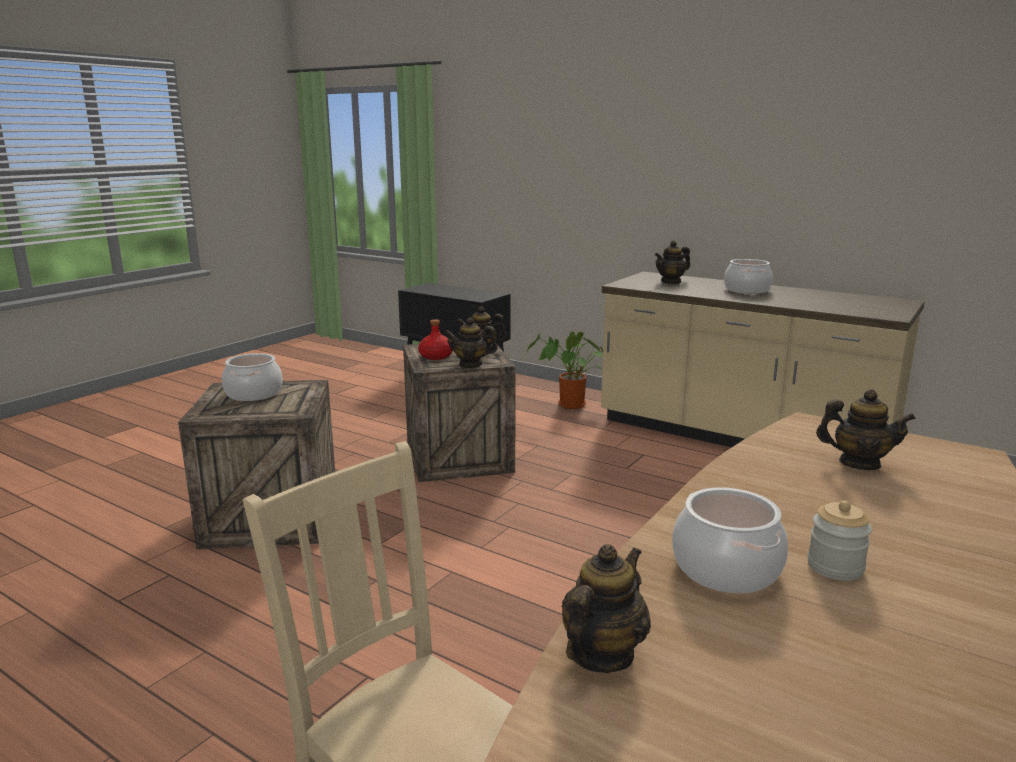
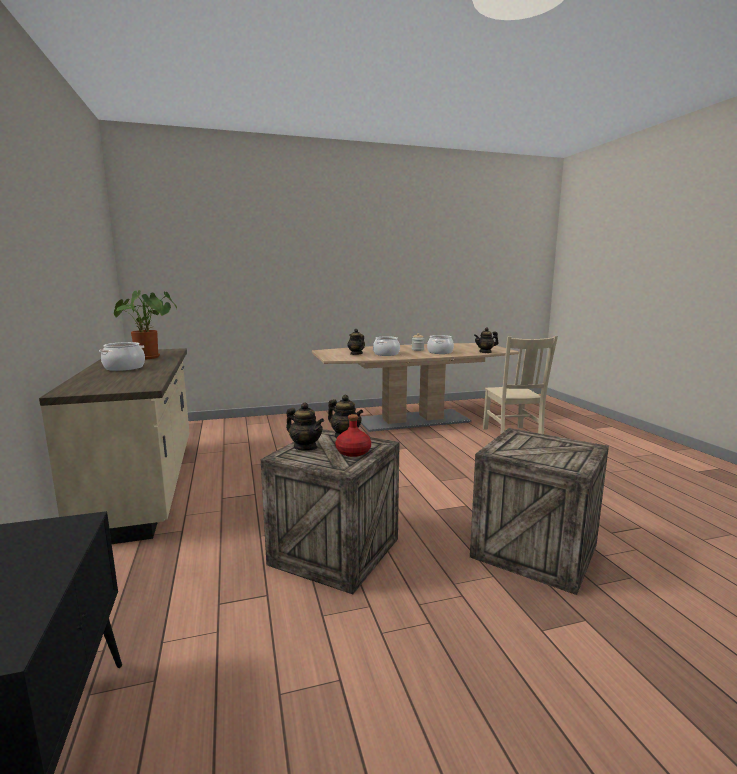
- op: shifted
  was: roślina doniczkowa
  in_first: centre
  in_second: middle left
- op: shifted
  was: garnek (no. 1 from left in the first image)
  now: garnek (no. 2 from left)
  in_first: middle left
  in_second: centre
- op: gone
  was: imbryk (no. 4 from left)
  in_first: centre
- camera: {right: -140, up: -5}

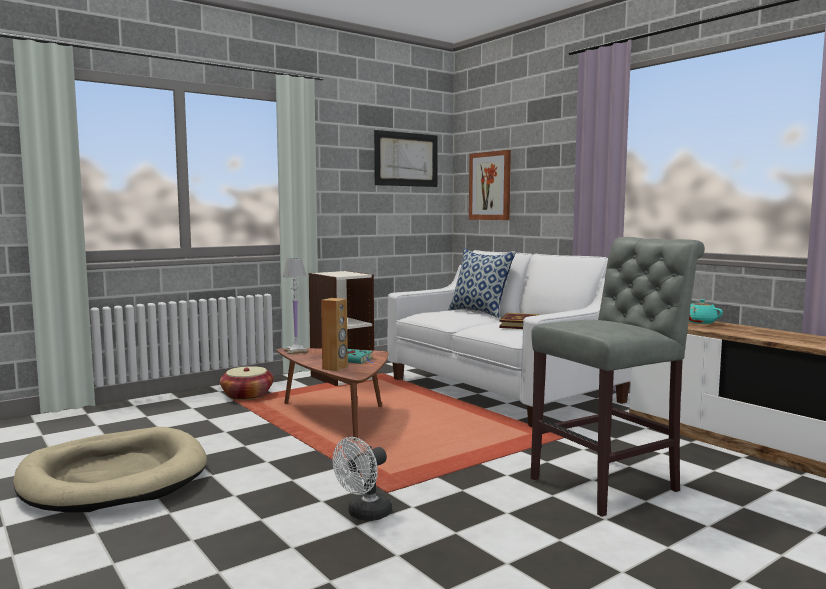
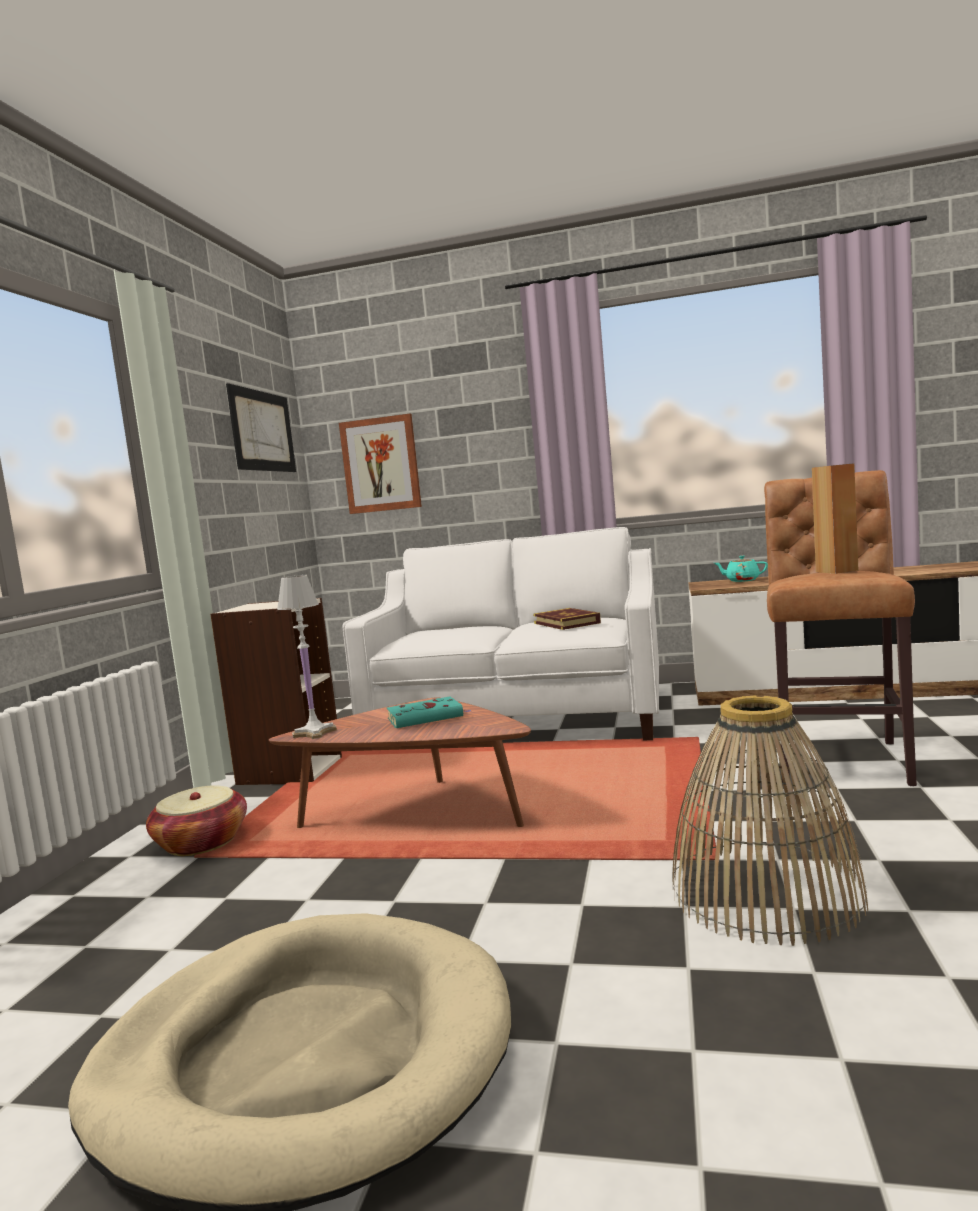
- op: swapped
  was: wentylator [biały]
  now: koszyk (no. 2 from left)
  in_first: bottom centre
  in_second: bottom right
- op: repainted
  was: stołek [szary]
  now: stołek [brązowy]
  in_first: middle right
  in_second: middle right
- op: shifted
  was: głośnik [brązowy]
  in_first: centre
  in_second: middle right
- op: gone
  was: poduszka
  in_first: centre
- camera: {right: -40, up: 0}

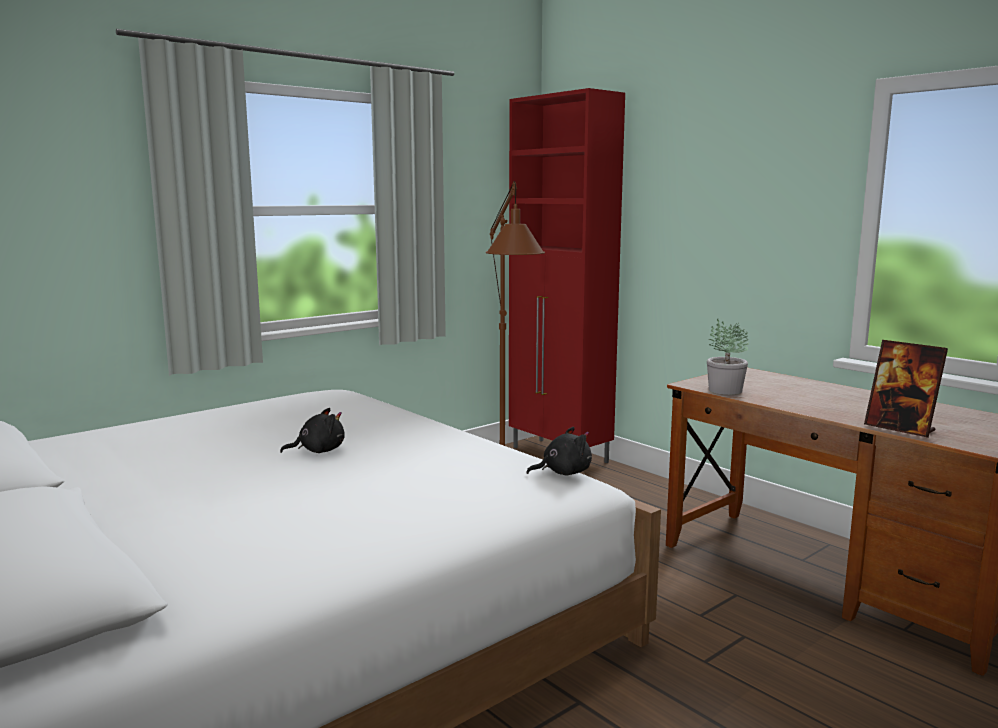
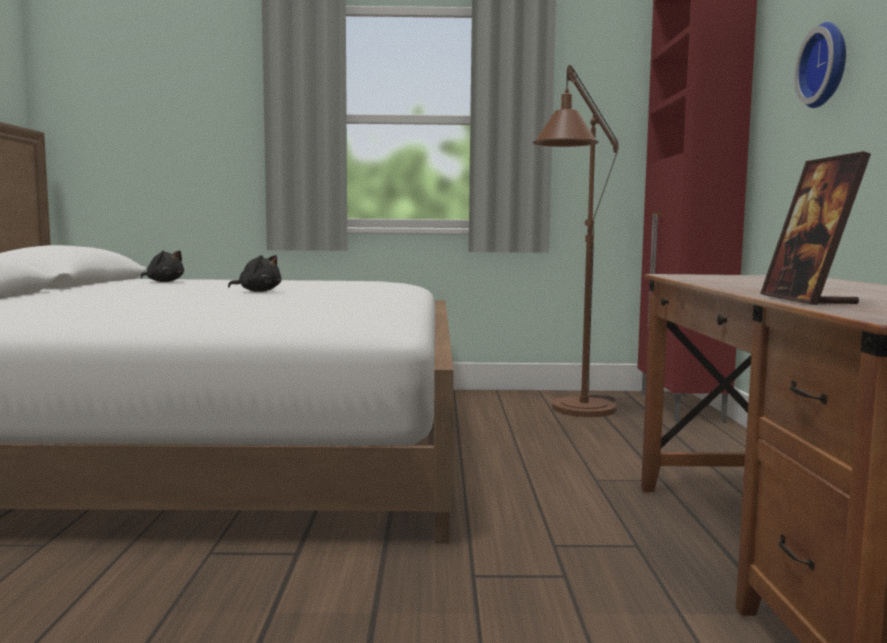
- op: shifted
  was: pluszak [czarny] (no. 2 from left in the first image)
  now: pluszak [czarny] (no. 1 from left)
  in_first: centre
  in_second: middle left
- op: new
  now: zegar ścienny
  in_second: top right
- op: gone
  was: roślina doniczkowa
  in_first: middle right
- camera: {right: 40, up: -5}

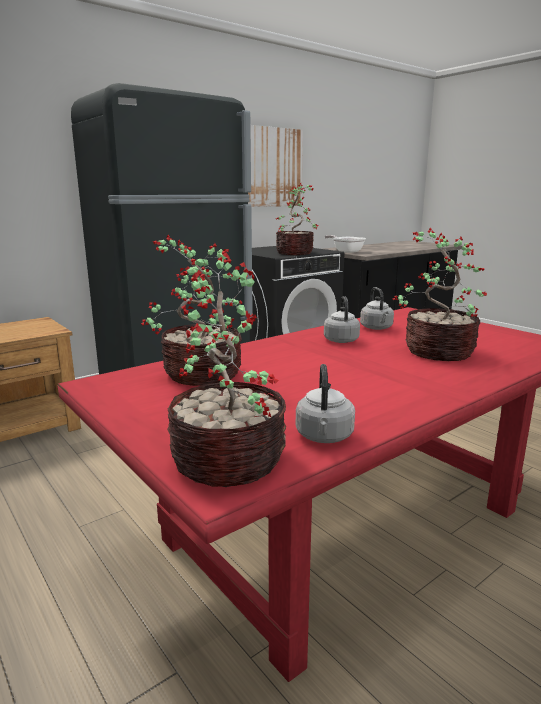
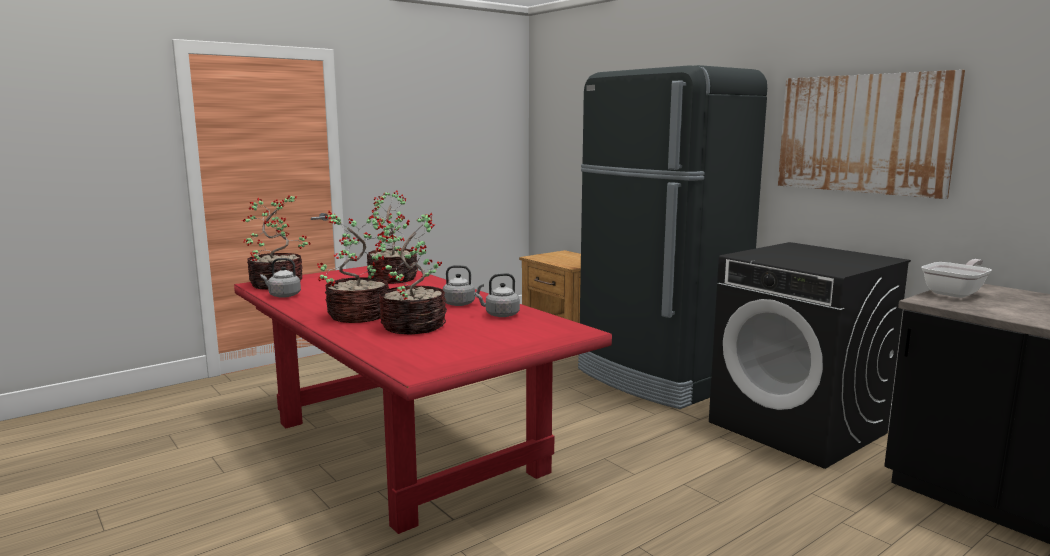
- op: shifted
  was: roślina doniczkowa (no. 3 from left in the first image)
  now: roślina doniczkowa (no. 2 from left)
  in_first: top centre
  in_second: centre
- camera: {right: 90, up: -5}

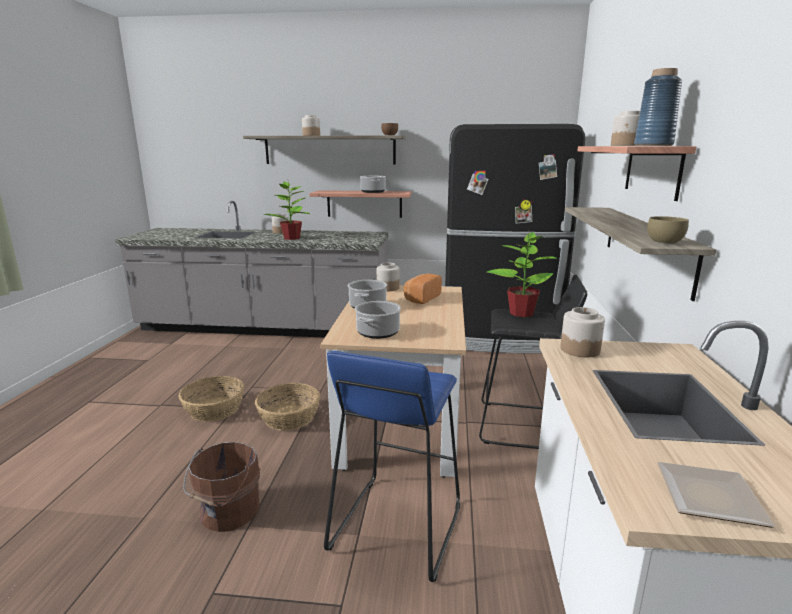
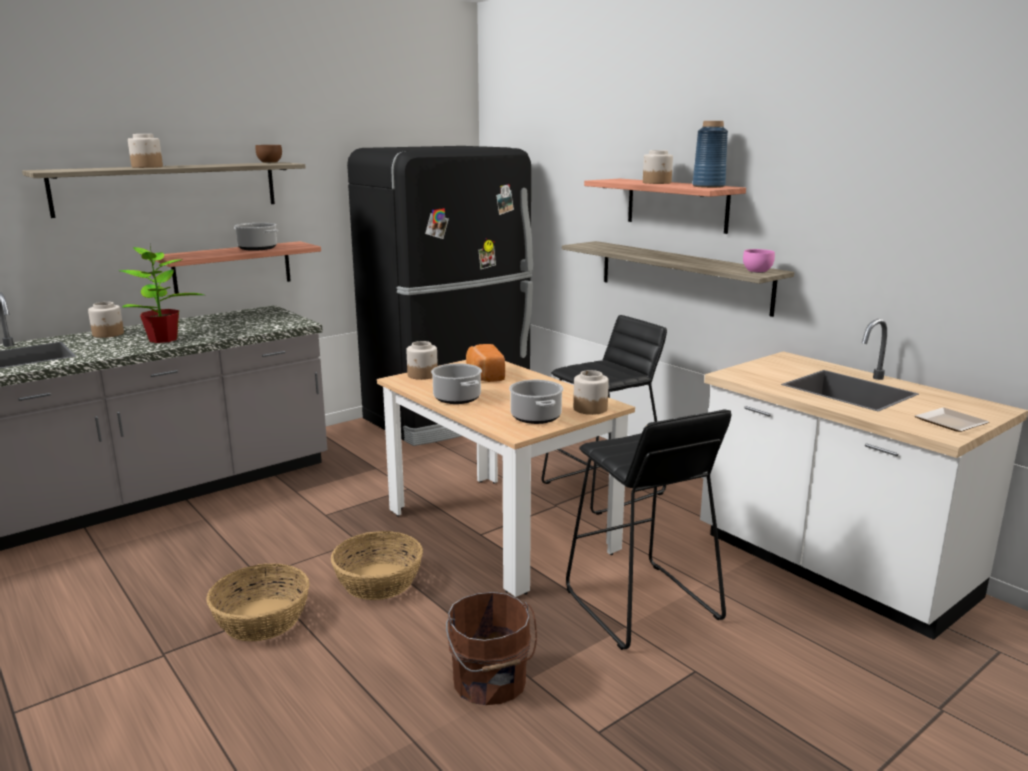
- op: repainted
  was: stołek [niebieski]
  now: stołek [czarny] (no. 2 from left)
  in_first: bottom centre
  in_second: bottom centre
- op: shifted
  was: słoik (no. 4 from left)
  in_first: middle right
  in_second: centre
- op: repainted
  was: miska [brązowy] (no. 2 from left)
  now: miska [różowy]
  in_first: middle right
  in_second: middle right
- op: gone
  was: roślina doniczkowa (no. 2 from left)
  in_first: centre
- camera: {right: -45, up: 0}

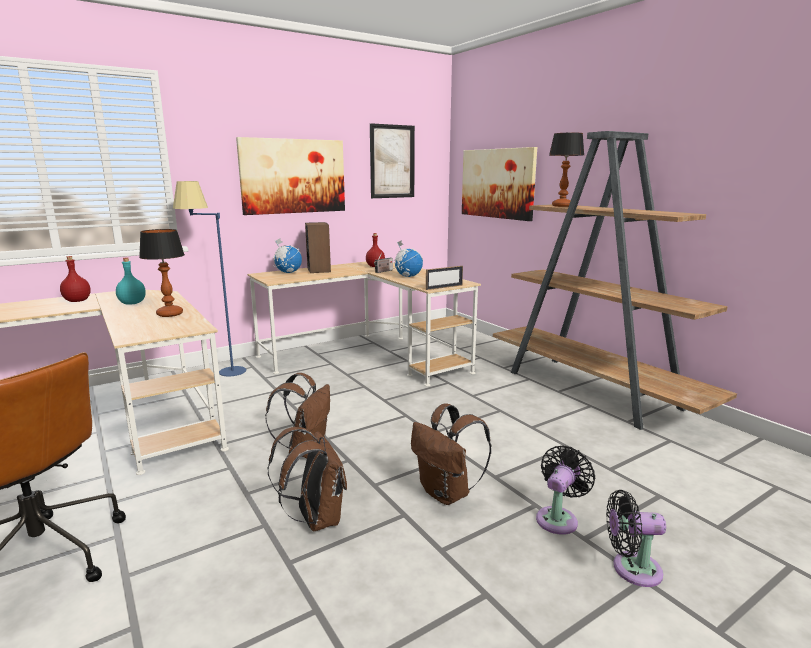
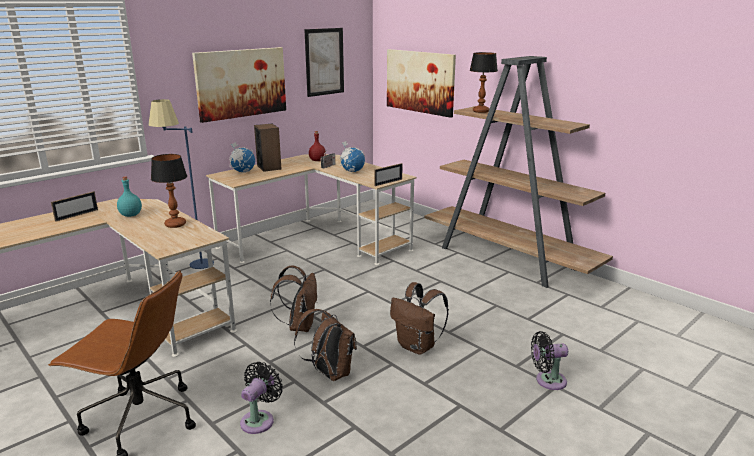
- op: swapped
  was: butelka [czerwony] (no. 1 from left)
  now: ramka na zdjęcie (no. 1 from left)
  in_first: middle left
  in_second: middle left
- op: shifted
  was: wentylator [czarny] (no. 1 from left)
  in_first: bottom right
  in_second: bottom centre
- camera: {right: -10, up: 5}

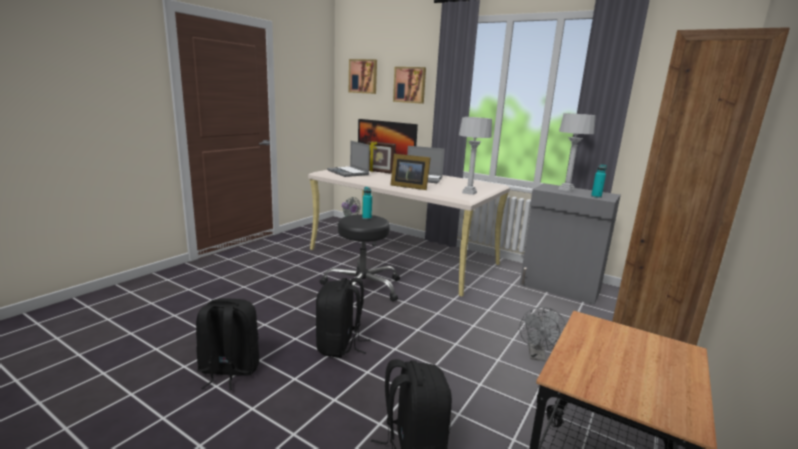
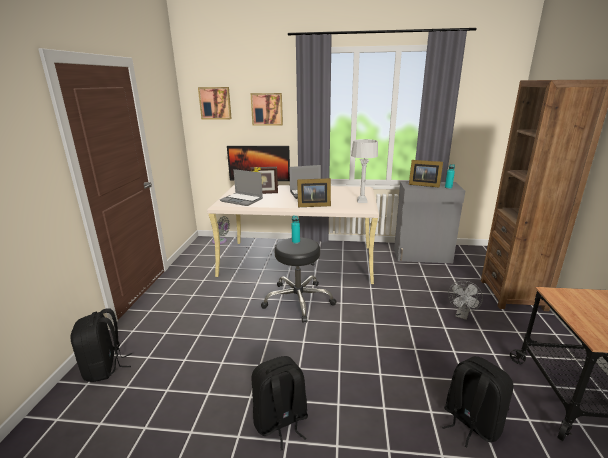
- op: shifted
  was: plecak [czarny] (no. 2 from left in the first image)
  now: plecak [czarny] (no. 1 from left)
  in_first: bottom centre
  in_second: bottom left
- op: swapped
  was: lampa stołowa [szary] (no. 2 from left)
  now: ramka na zdjęcie (no. 3 from left)
  in_first: middle right
  in_second: middle right
- op: rotated
  was: wentylator [szary] (no. 2 from left)
  in_first: bottom right
  in_second: middle right
  clockwise: 45
- camera: {right: -25, up: 5}

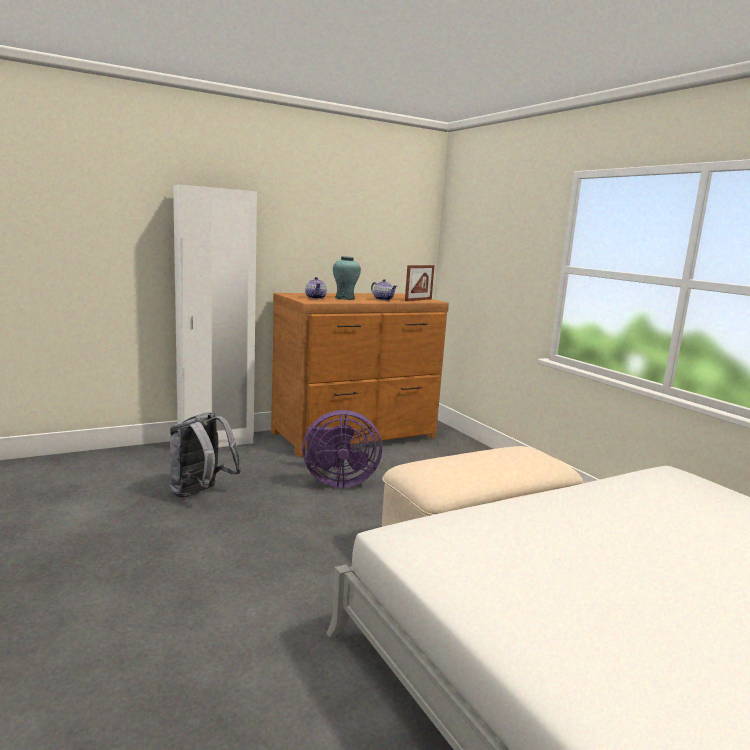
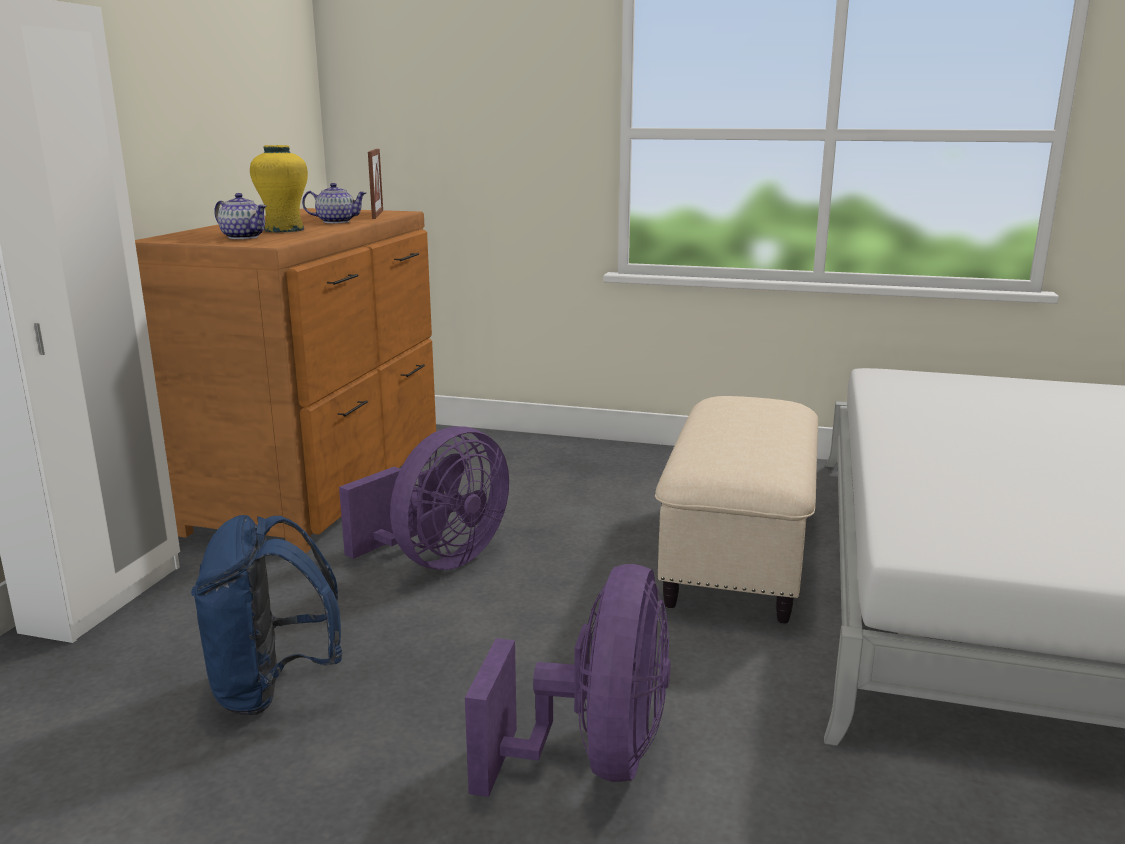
- op: repainted
  was: plecak [szary]
  now: plecak [niebieski]
  in_first: middle left
  in_second: bottom left
- op: repainted
  was: wazon [turkusowy]
  now: wazon [żółty]
  in_first: centre
  in_second: top left
- op: new
  now: wentylator [fioletowy] (no. 2 from left)
  in_second: bottom centre
- camera: {right: -45, up: 5}

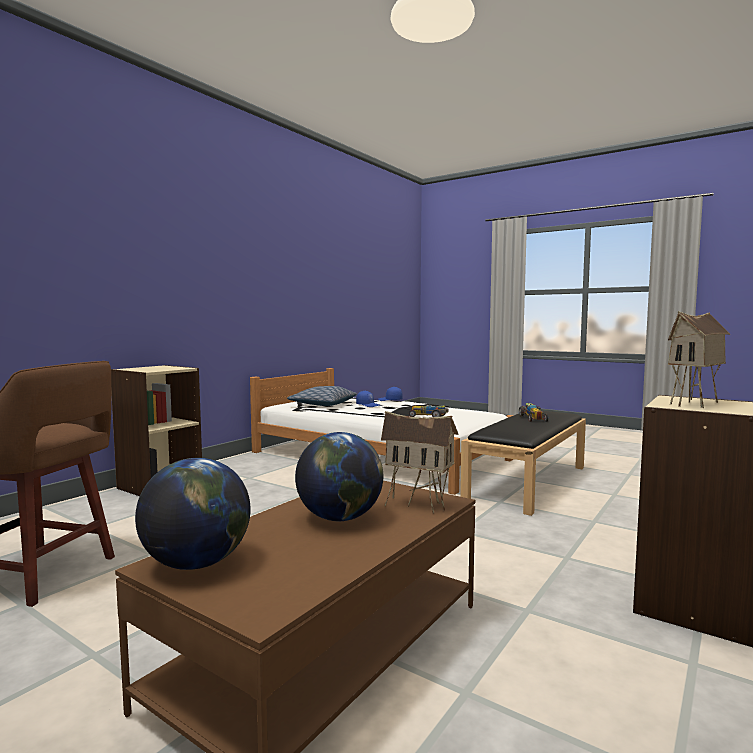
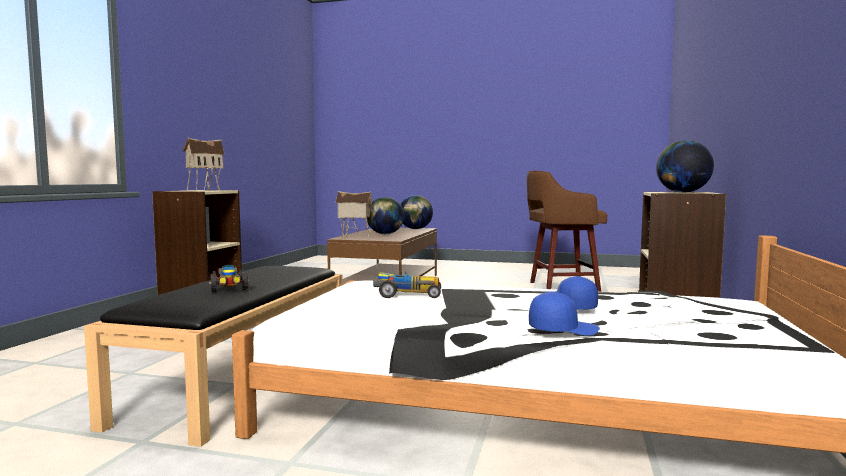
- op: new
  now: globus (no. 3 from left)
  in_second: middle right
- op: gone
  was: poduszka
  in_first: centre
- camera: {right: 160, up: 0}

